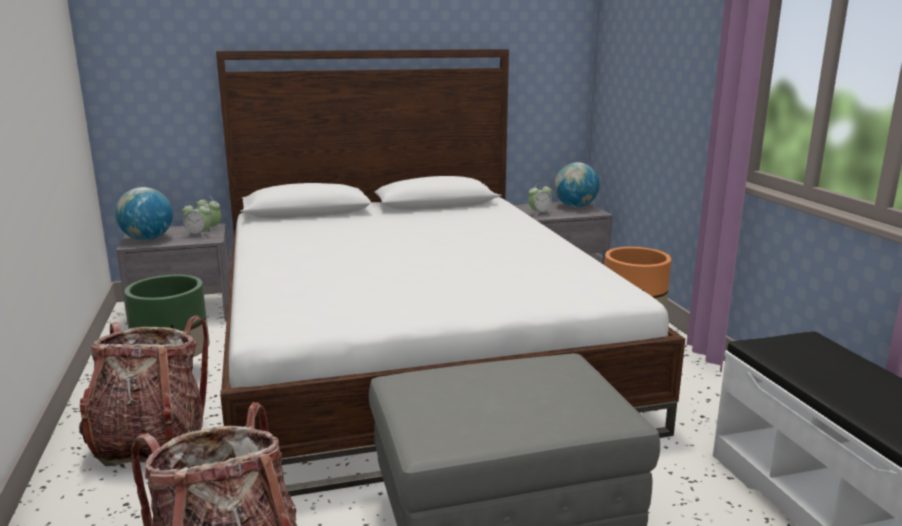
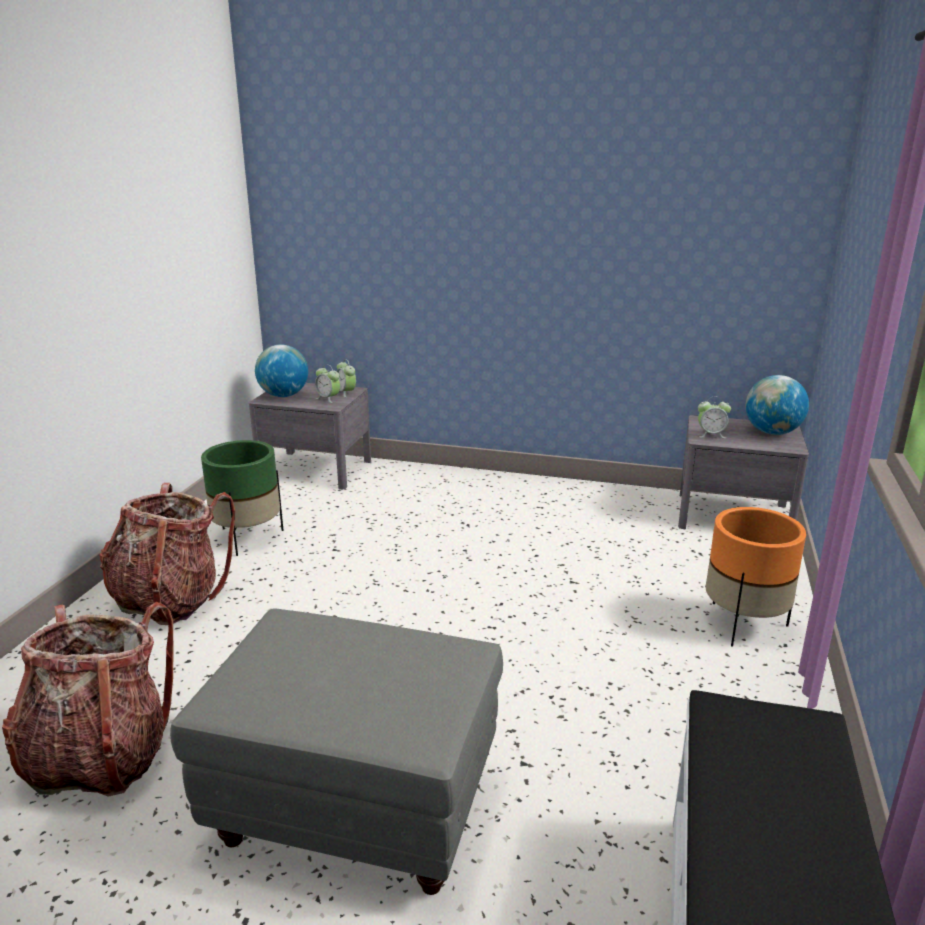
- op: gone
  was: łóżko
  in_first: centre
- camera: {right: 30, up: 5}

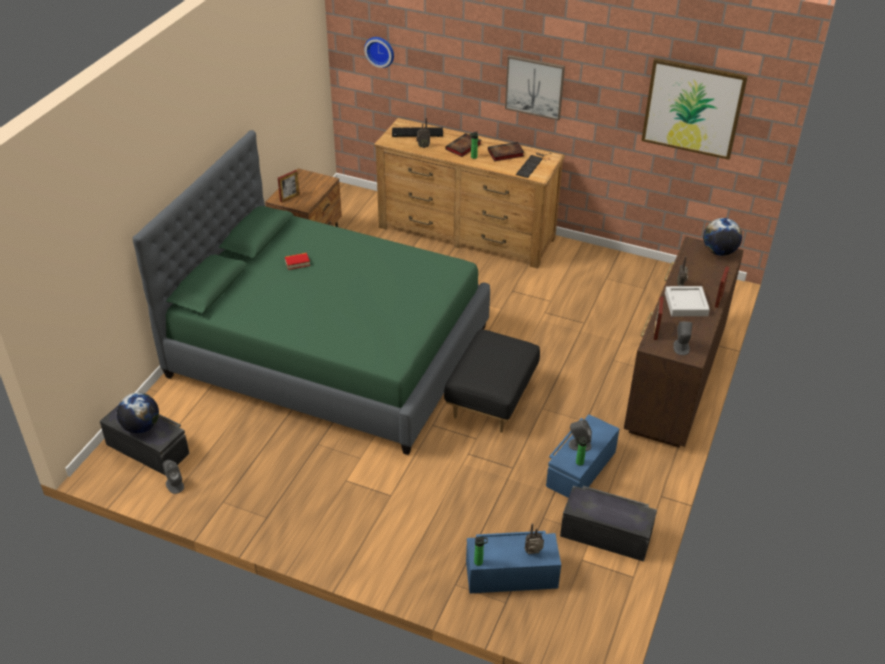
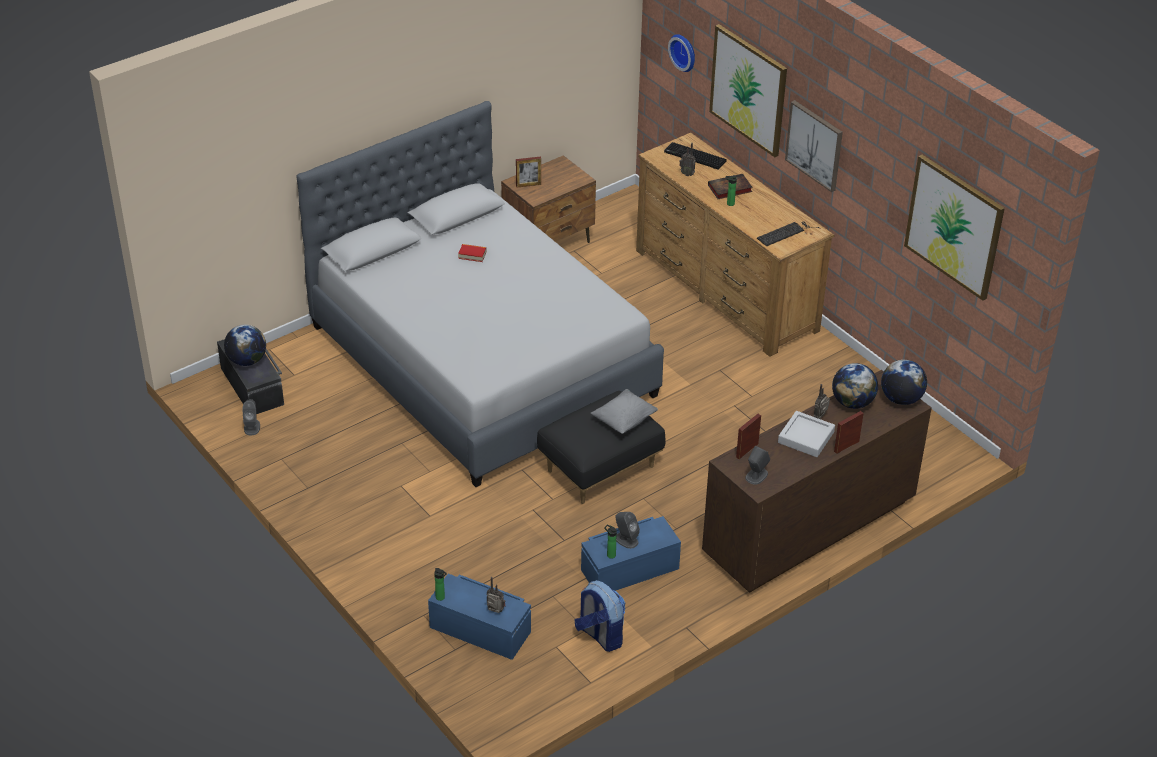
- op: repainted
  was: łóżko [zielony]
  now: łóżko [szary]
  in_first: centre
  in_second: centre
- op: swapped
  was: pojemnik do przechowywania [czarny] (no. 2 from left)
  now: plecak
  in_first: bottom right
  in_second: bottom centre
- op: new
  now: poduszka [szary]
  in_second: centre
- op: new
  now: obraz (no. 1 from left)
  in_second: top centre
- op: new
  now: globus (no. 2 from left)
  in_second: middle right
- op: gone
  was: książka (no. 3 from left)
  in_first: top centre
- camera: {right: 30, up: 0}

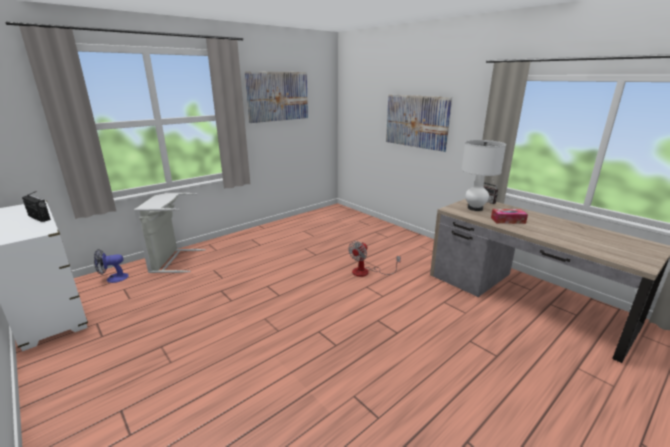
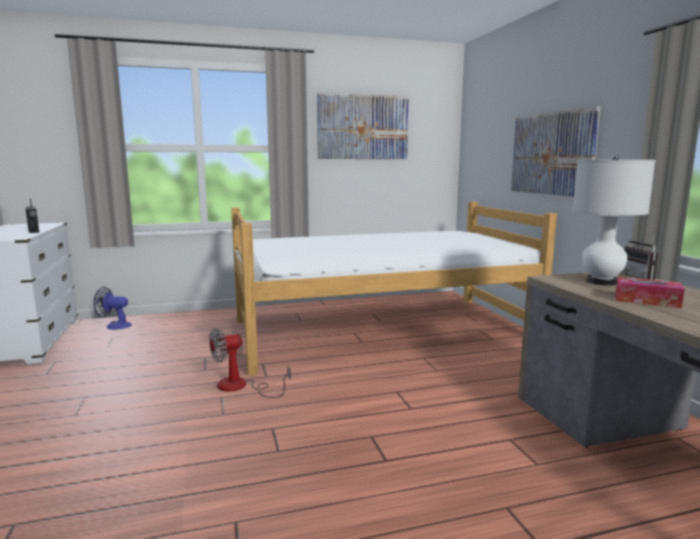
- op: shifted
  was: wentylator (no. 2 from left)
  in_first: centre
  in_second: bottom centre
- op: new
  now: łóżko
  in_second: centre
- op: gone
  was: kosz na pranie [szary]
  in_first: middle left
- camera: {right: 25, up: -10}

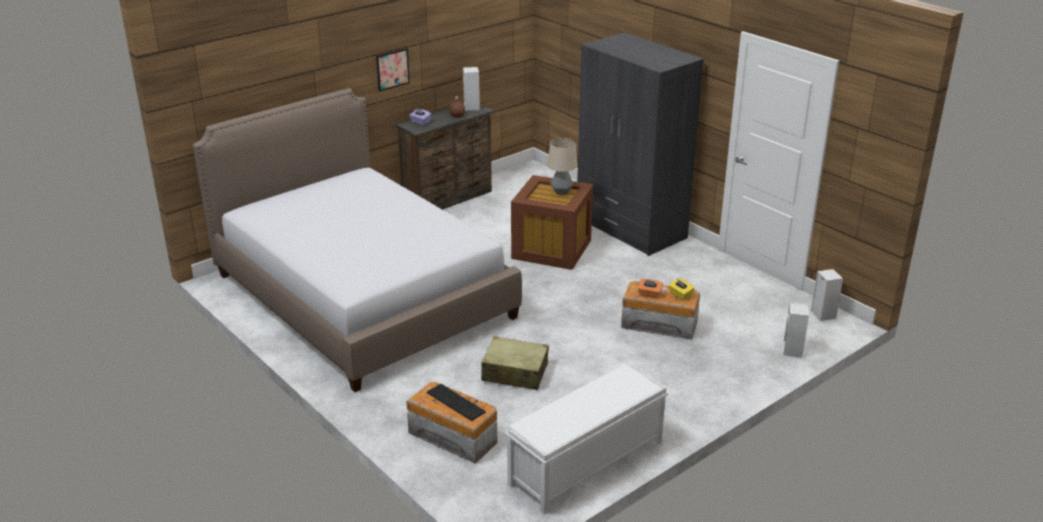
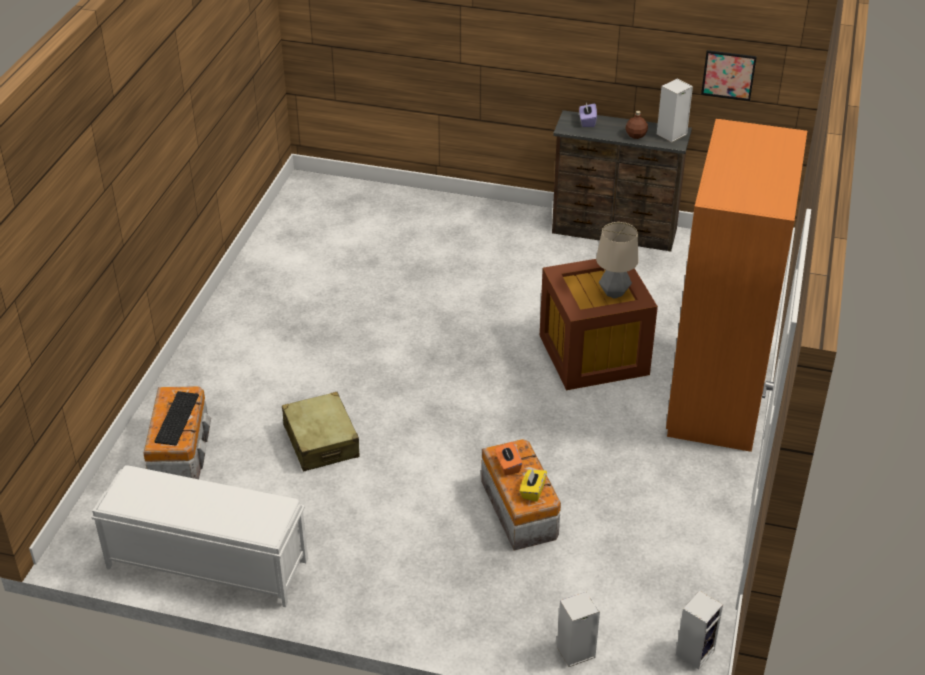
- op: repainted
  was: szafa [szary]
  now: szafa [pomarańczowy]
  in_first: top centre
  in_second: middle right
- op: shifted
  was: obraz
  in_first: top centre
  in_second: top right
- op: gone
  was: łóżko
  in_first: centre
- camera: {right: 55, up: 10}

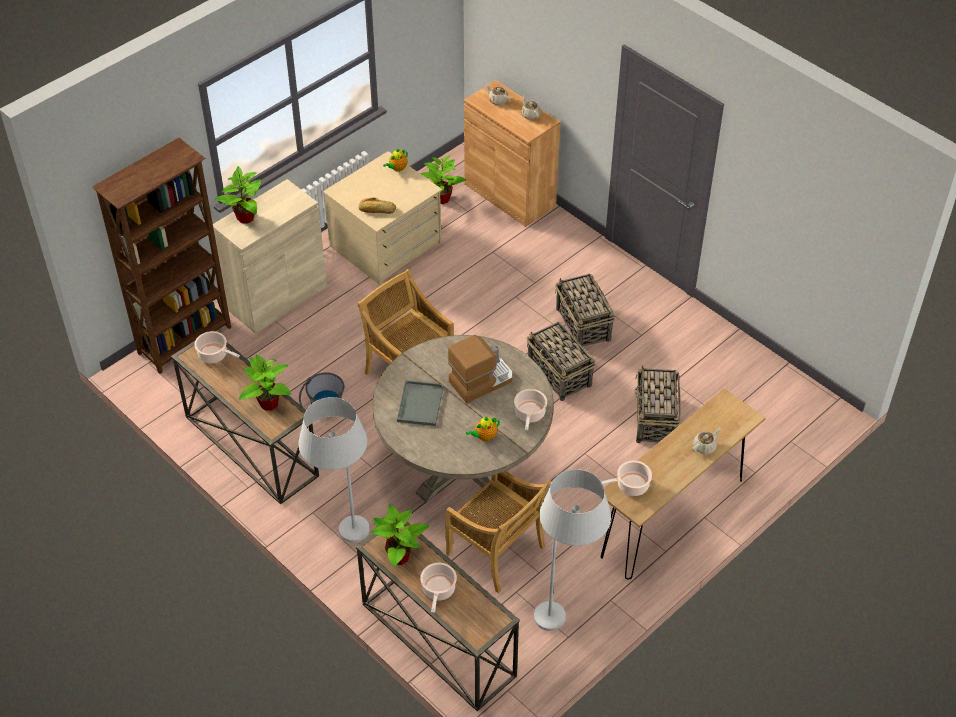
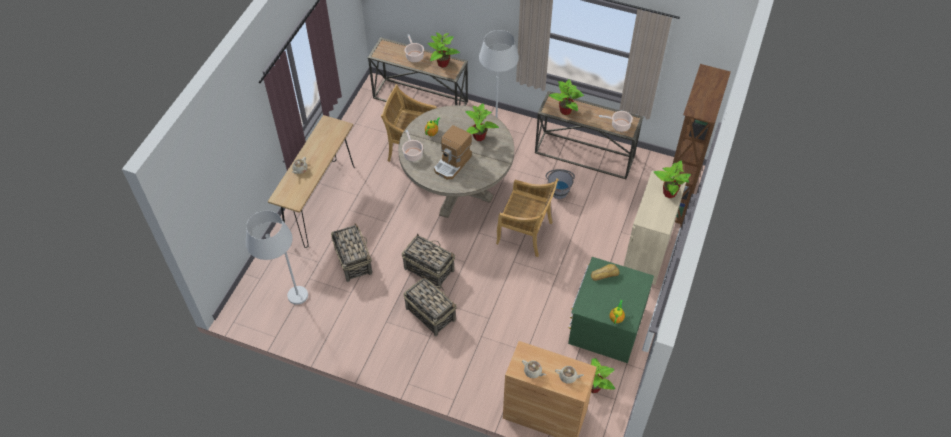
- op: shifted
  was: lampa stojąca [biały] (no. 2 from left in the first image)
  now: lampa stojąca [biały] (no. 1 from left)
  in_first: bottom centre
  in_second: middle left
- op: swapped
  was: taca [szary]
  now: roślina doniczkowa (no. 2 from left)
  in_first: centre
  in_second: top centre
- op: repainted
  was: komoda [beżowy]
  now: komoda [zielony]
  in_first: top centre
  in_second: bottom centre
- op: gone
  was: garnek (no. 4 from left)
  in_first: bottom centre
- camera: {right: 155, up: 5}

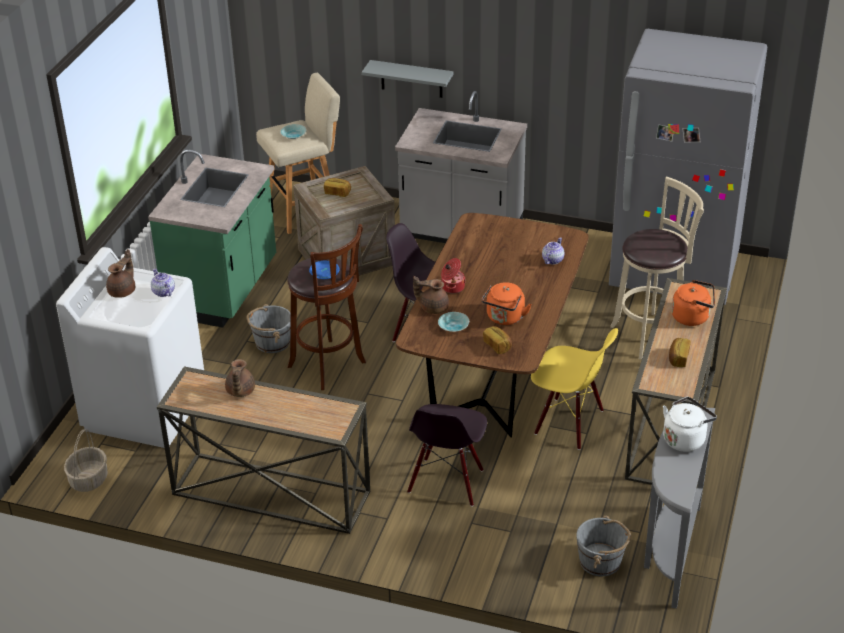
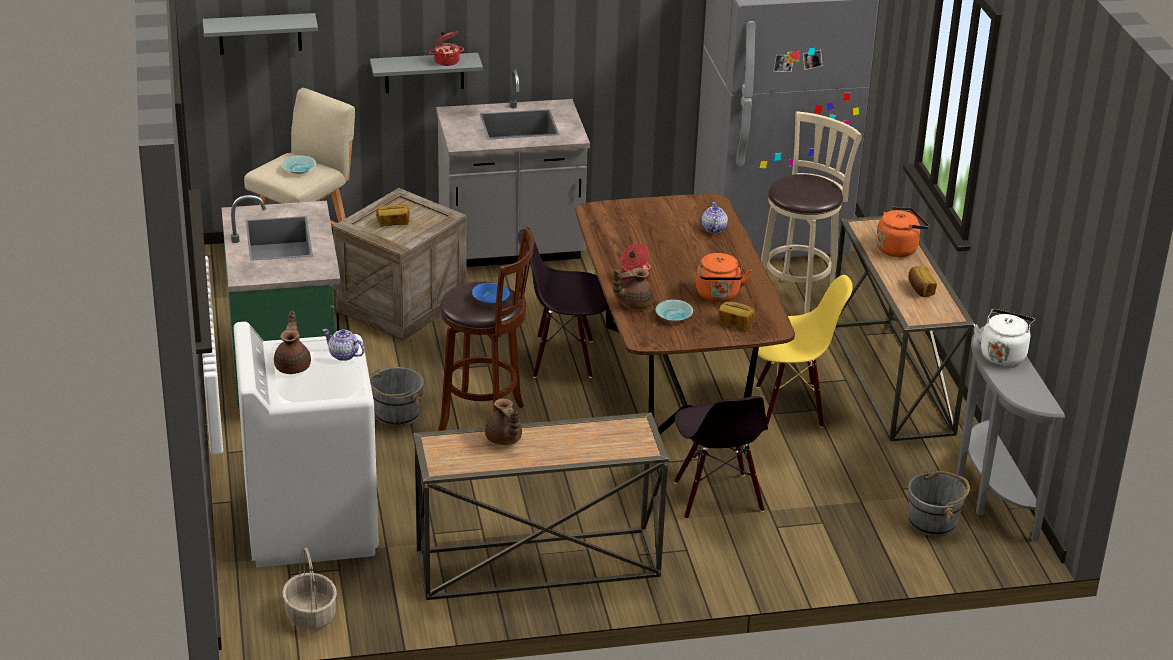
- op: new
  now: półka [szary] (no. 1 from left)
  in_second: top left
- op: new
  now: garnek (no. 1 from left)
  in_second: top centre
- camera: {right: -30, up: -5}

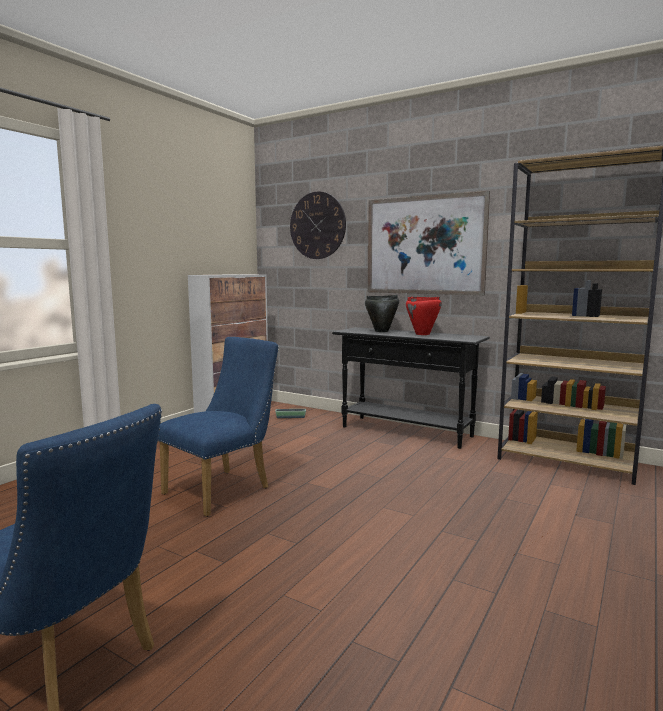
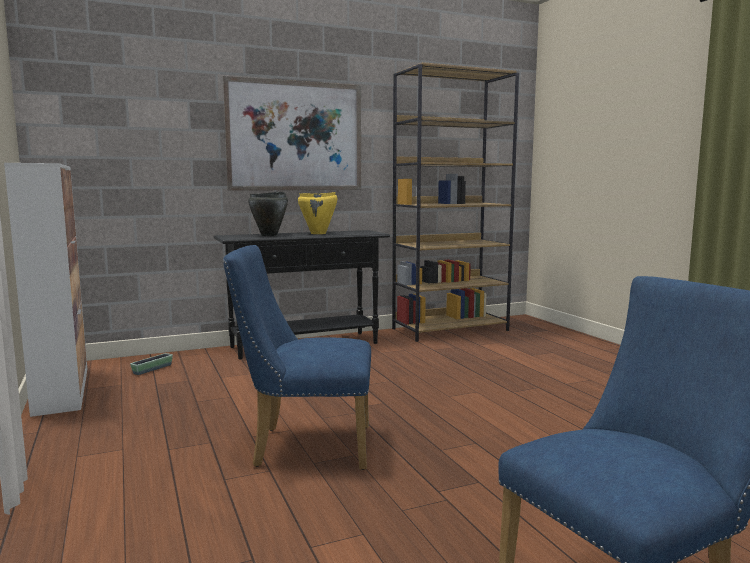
- op: rotated
  was: krzesło [niebieski] (no. 2 from left in the first image)
  in_first: middle left
  in_second: centre
  clockwise: -75
- op: repainted
  was: garnek [czerwony]
  now: garnek [żółty]
  in_first: centre
  in_second: centre
- op: gone
  was: zegar ścienny
  in_first: top centre
- camera: {right: -55, up: 0}

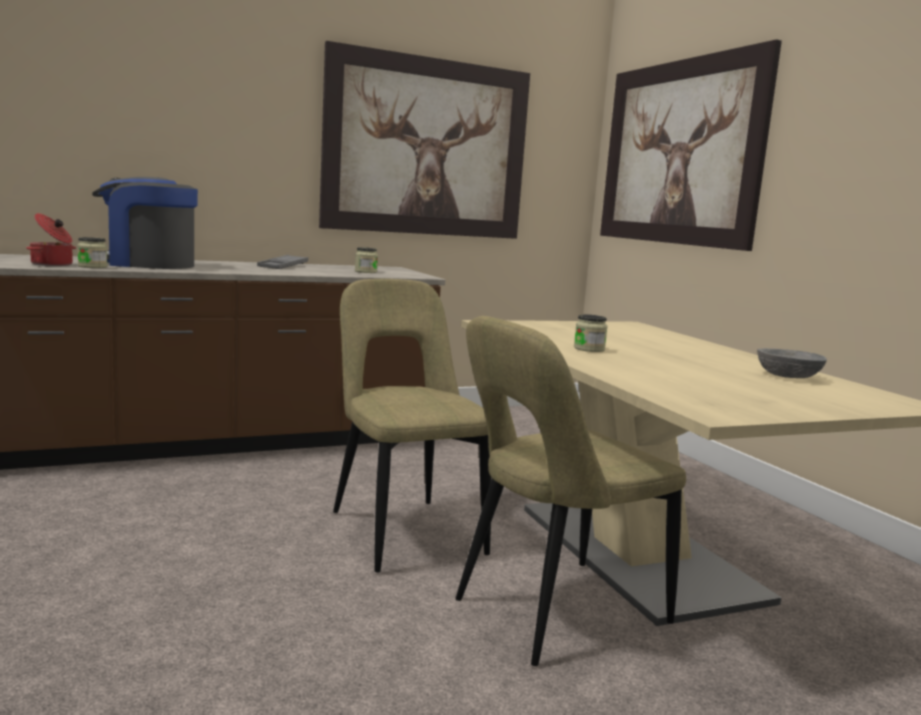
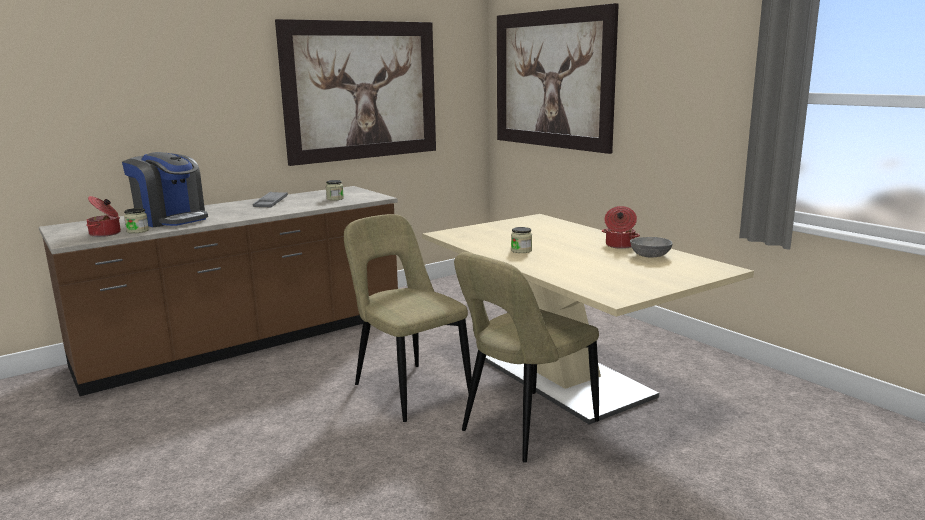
- op: rotated
  was: ekspres do kawy
  in_first: top left
  in_second: middle left
  clockwise: -135
- op: new
  now: garnek (no. 2 from left)
  in_second: middle right
- camera: {right: -10, up: 5}

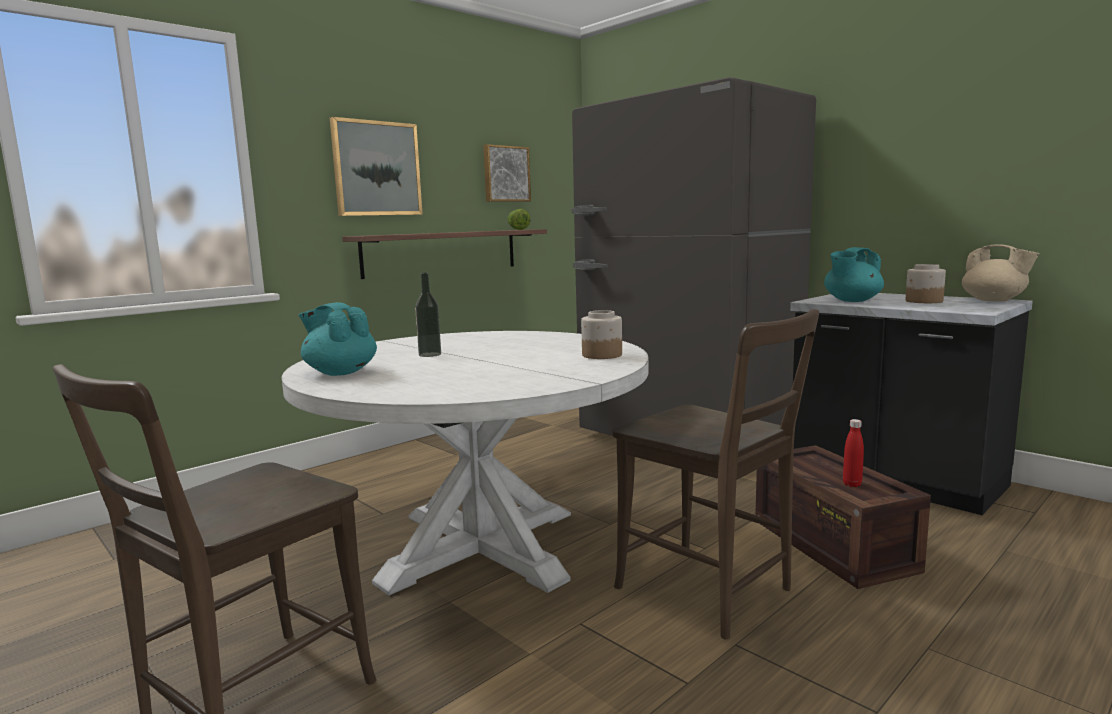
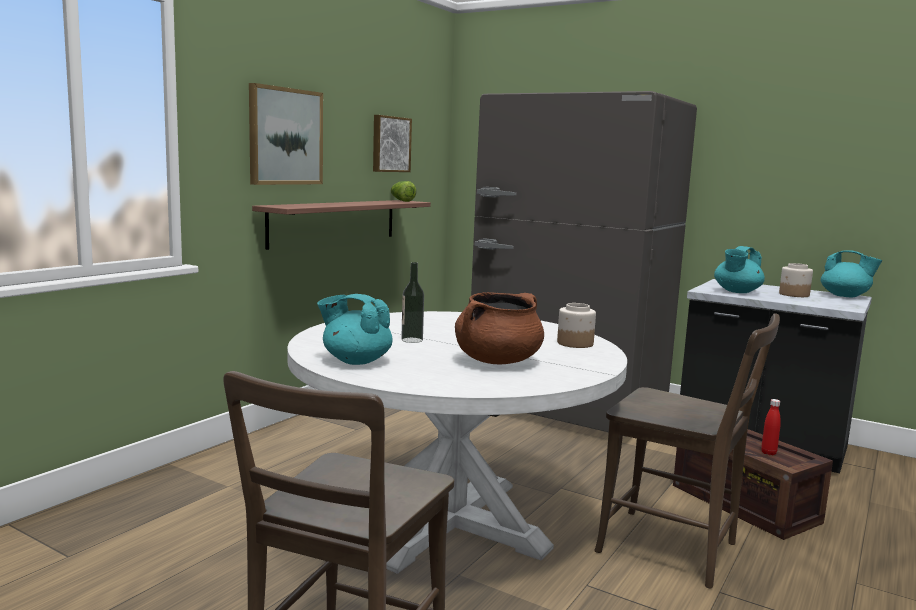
- op: new
  now: garnek [brązowy]
  in_second: centre
- op: repainted
  was: imbryk [beżowy]
  now: imbryk [turkusowy] (no. 3 from left)
  in_first: middle right
  in_second: middle right
- camera: {right: -15, up: 0}

